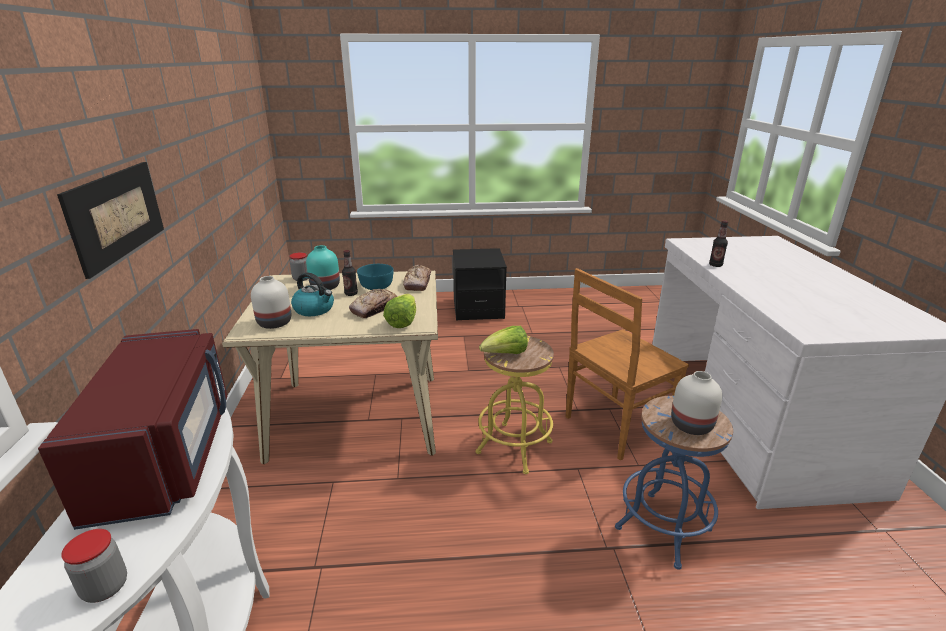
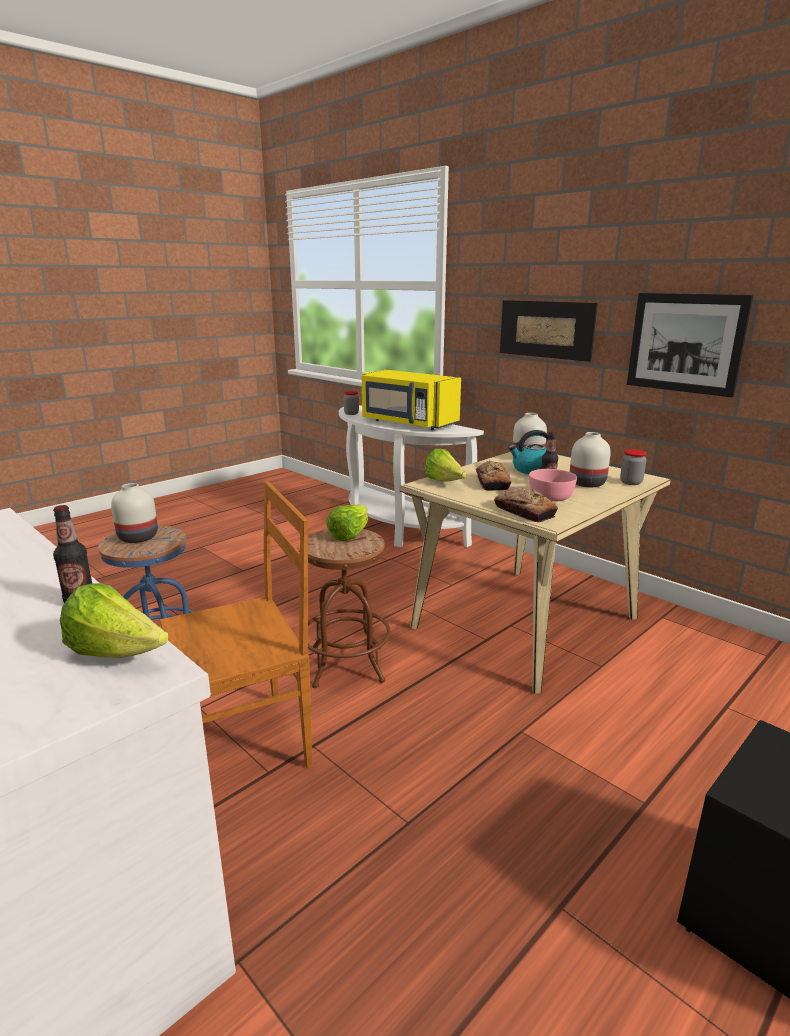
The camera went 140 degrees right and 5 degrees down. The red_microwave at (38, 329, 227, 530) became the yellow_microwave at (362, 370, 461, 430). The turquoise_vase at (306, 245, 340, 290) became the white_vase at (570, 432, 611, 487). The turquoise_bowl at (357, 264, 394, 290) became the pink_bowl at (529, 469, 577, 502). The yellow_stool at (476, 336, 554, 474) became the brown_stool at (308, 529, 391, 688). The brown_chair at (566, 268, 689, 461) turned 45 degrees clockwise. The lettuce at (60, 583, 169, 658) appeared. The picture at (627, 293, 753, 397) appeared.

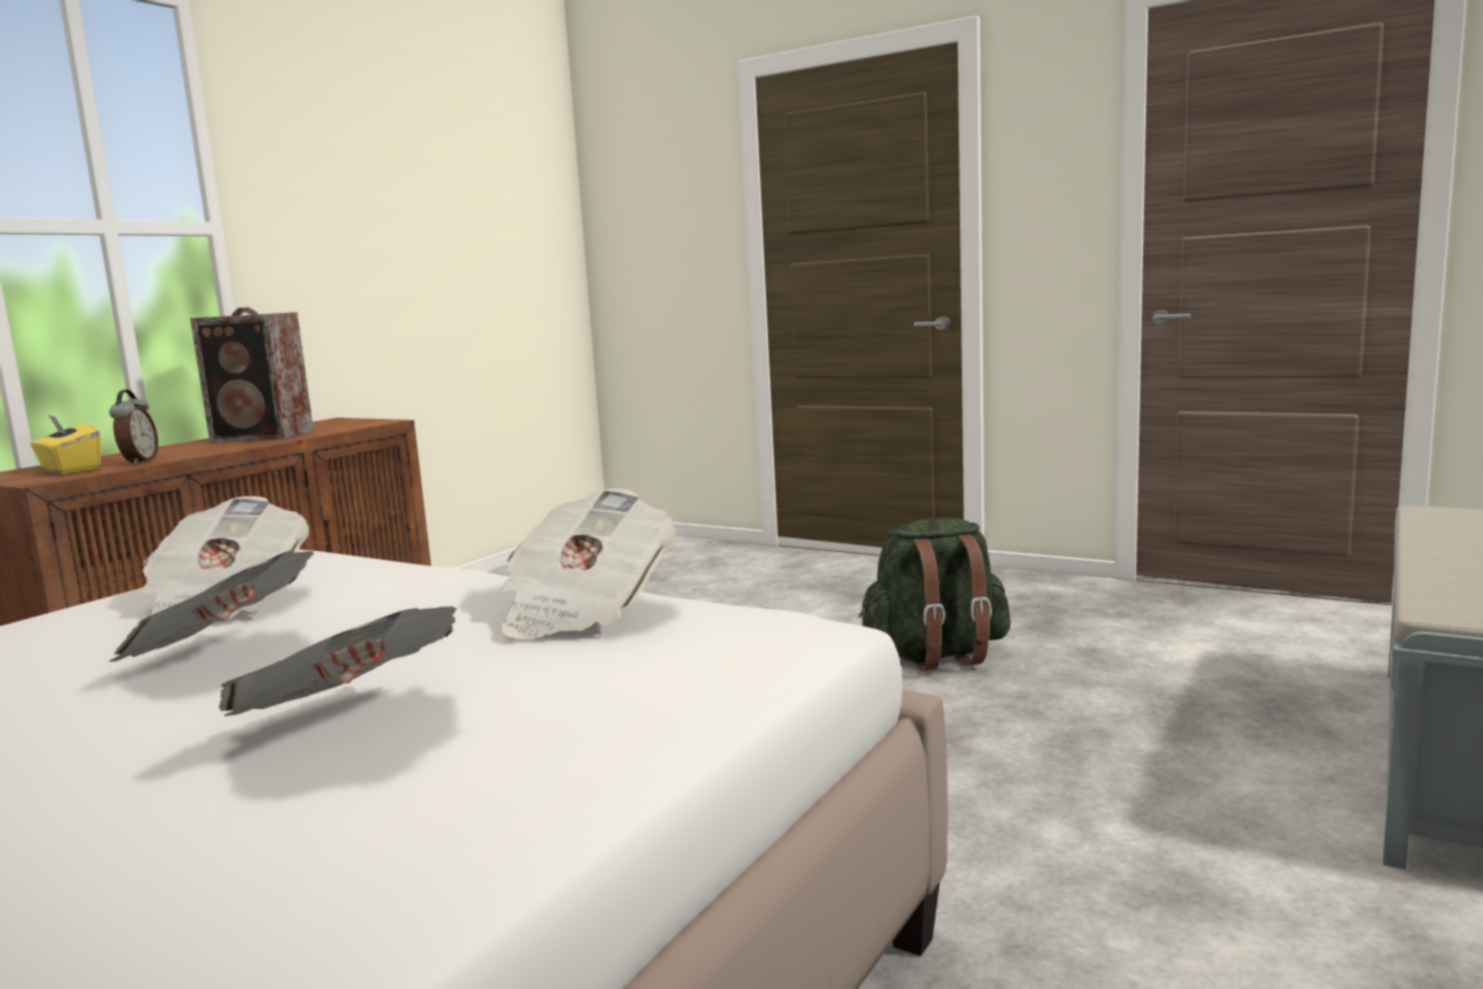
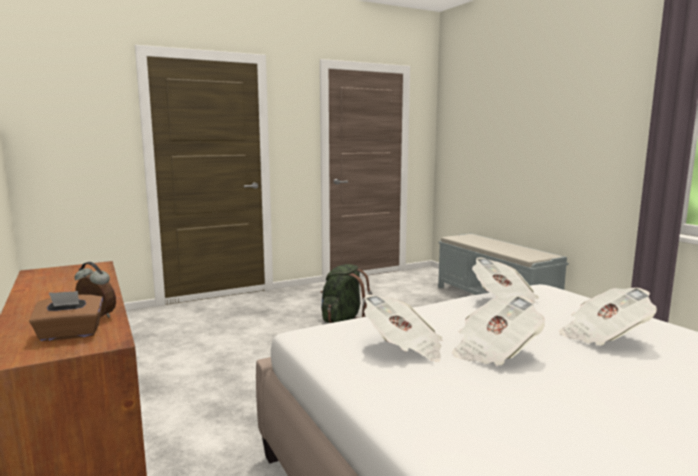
The camera went 60 degrees left and 0 degrees up. The yellow_tissue_box at (30, 416, 101, 474) became the brown_tissue_box at (29, 291, 103, 341). The speaker at (190, 307, 314, 443) disappeared.

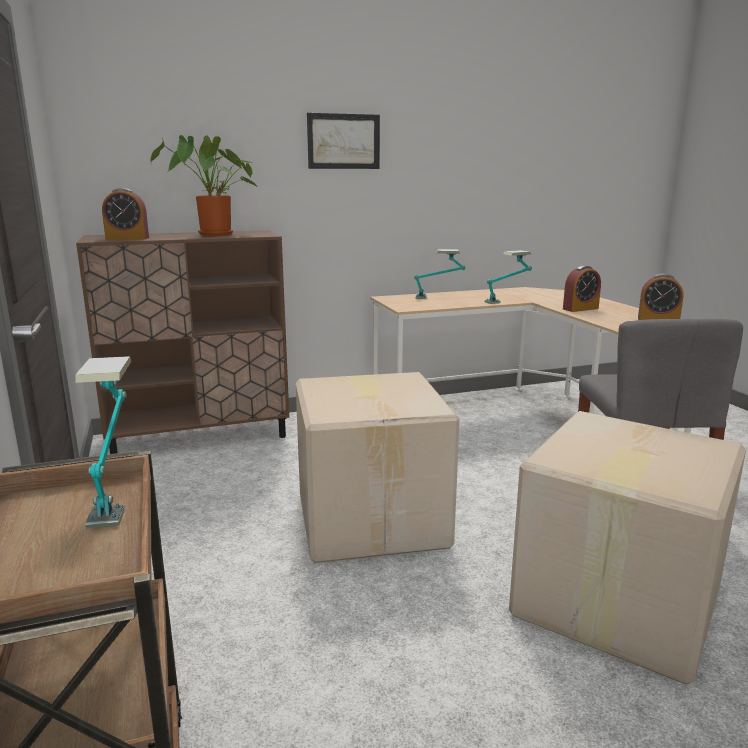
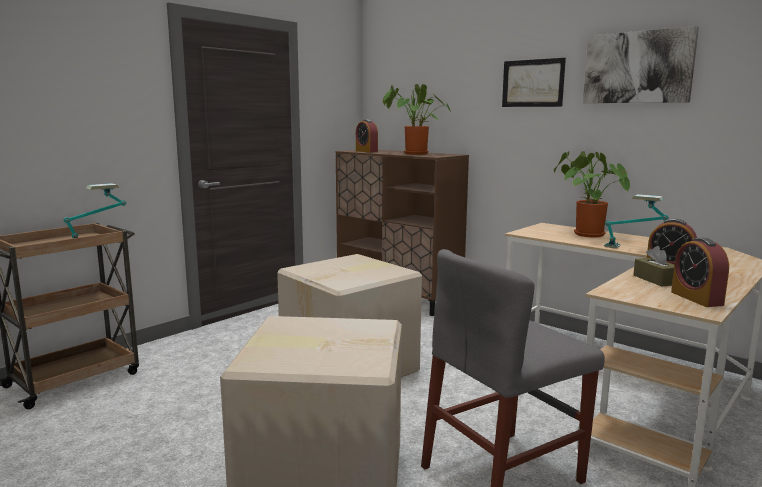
The camera went 60 degrees right and 5 degrees down. The table_lamp at (414, 249, 466, 299) was replaced by the potted_plant at (554, 151, 630, 237). The picture at (583, 26, 699, 103) appeared. The brown_tissue_box at (633, 246, 674, 286) appeared.

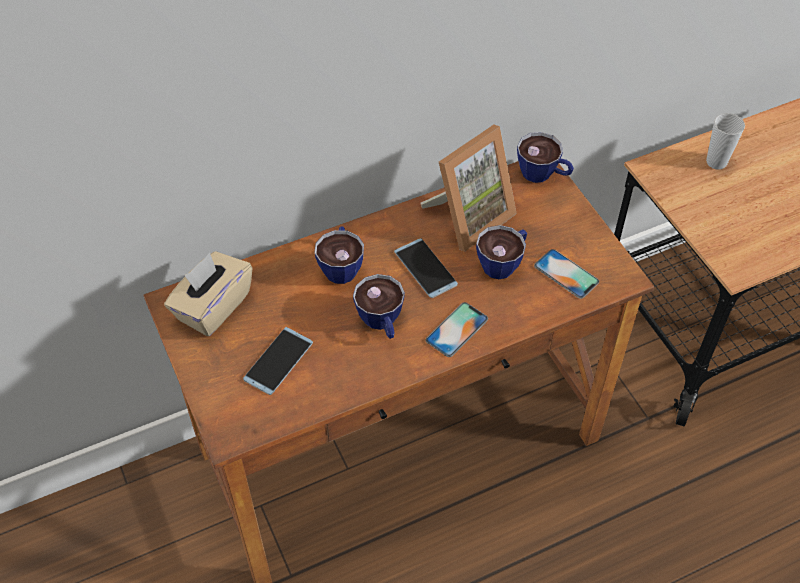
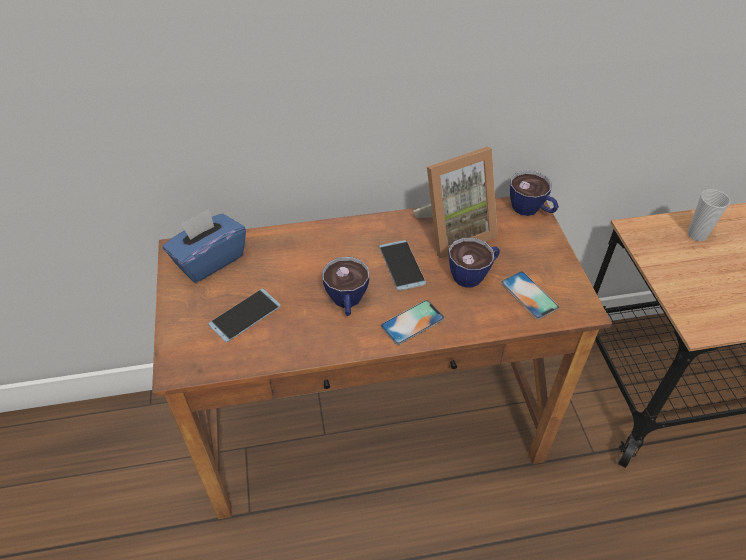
The camera went 15 degrees right and 5 degrees down. The beige_tissue_box at (164, 251, 252, 336) became the blue_tissue_box at (163, 209, 246, 283). The cup at (315, 226, 364, 284) disappeared.

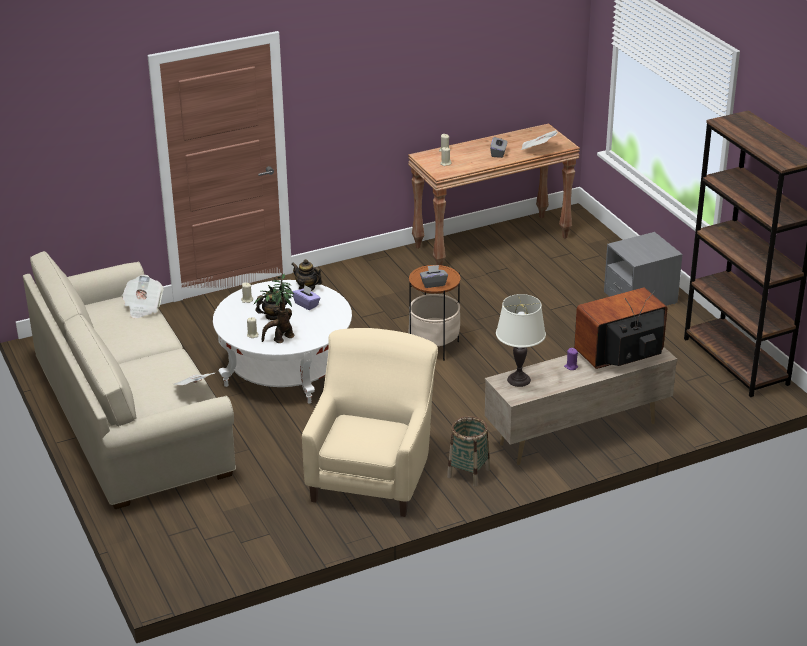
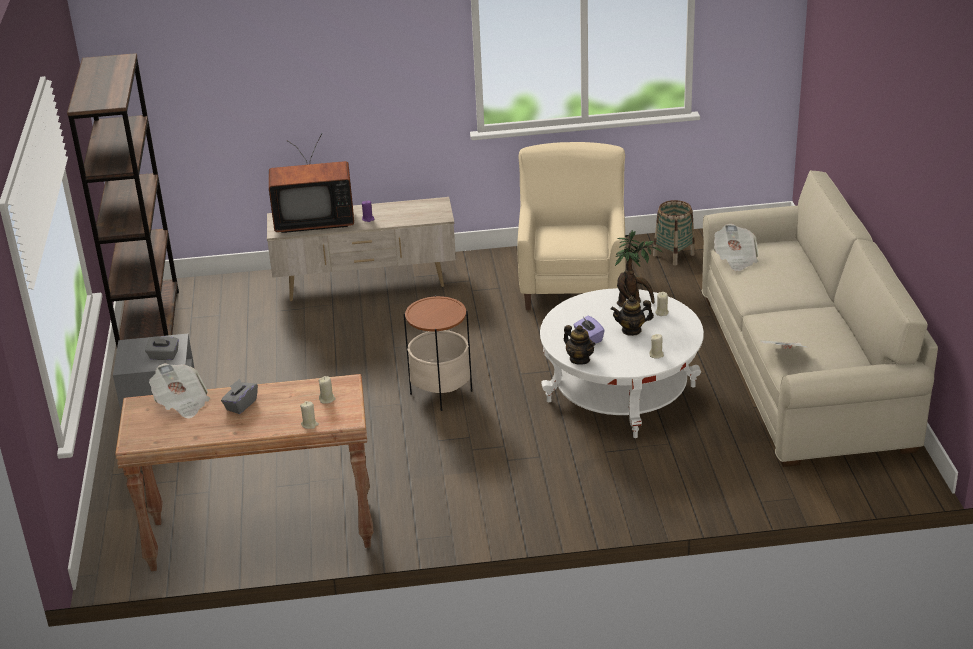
The camera went 160 degrees left and 0 degrees up. The beige_armchair at (302, 328, 438, 517) turned 150 degrees clockwise. The grey_tissue_box moved from (420, 265, 448, 288) to (145, 336, 179, 360). The basket moved from (447, 416, 490, 487) to (653, 200, 695, 266). The white_table_lamp at (496, 294, 546, 387) disappeared.

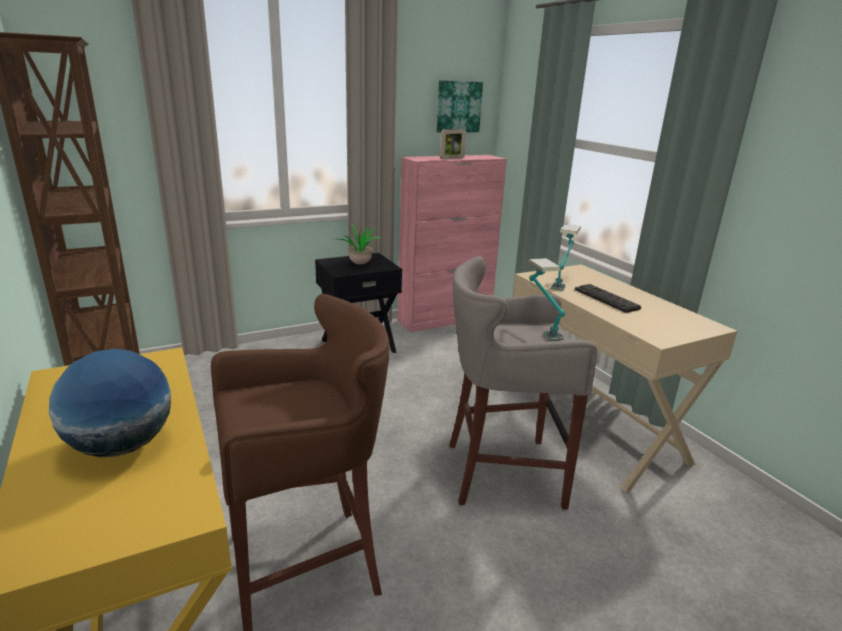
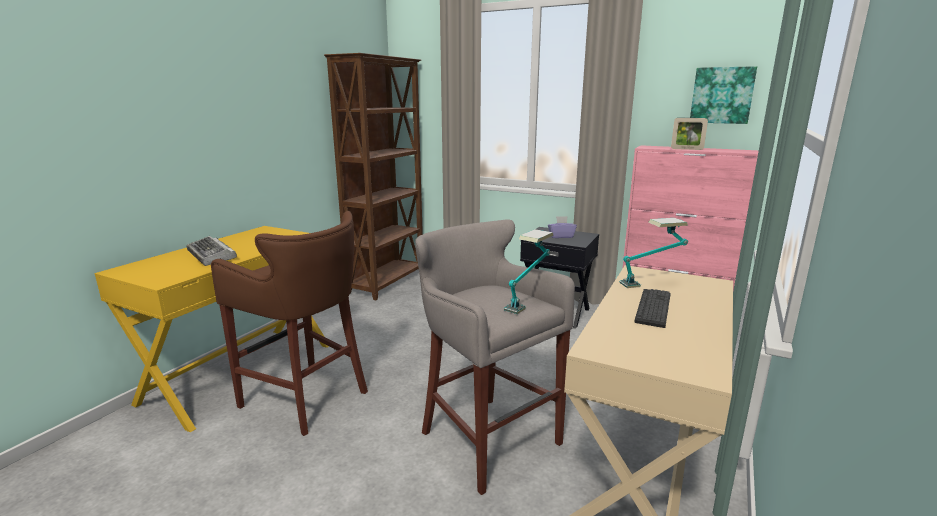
The camera went 55 degrees right and 5 degrees down. The globe at (49, 349, 171, 458) was replaced by the keyboard at (186, 236, 237, 266). The potted_plant at (338, 224, 382, 264) was replaced by the purple_tissue_box at (548, 216, 577, 238).

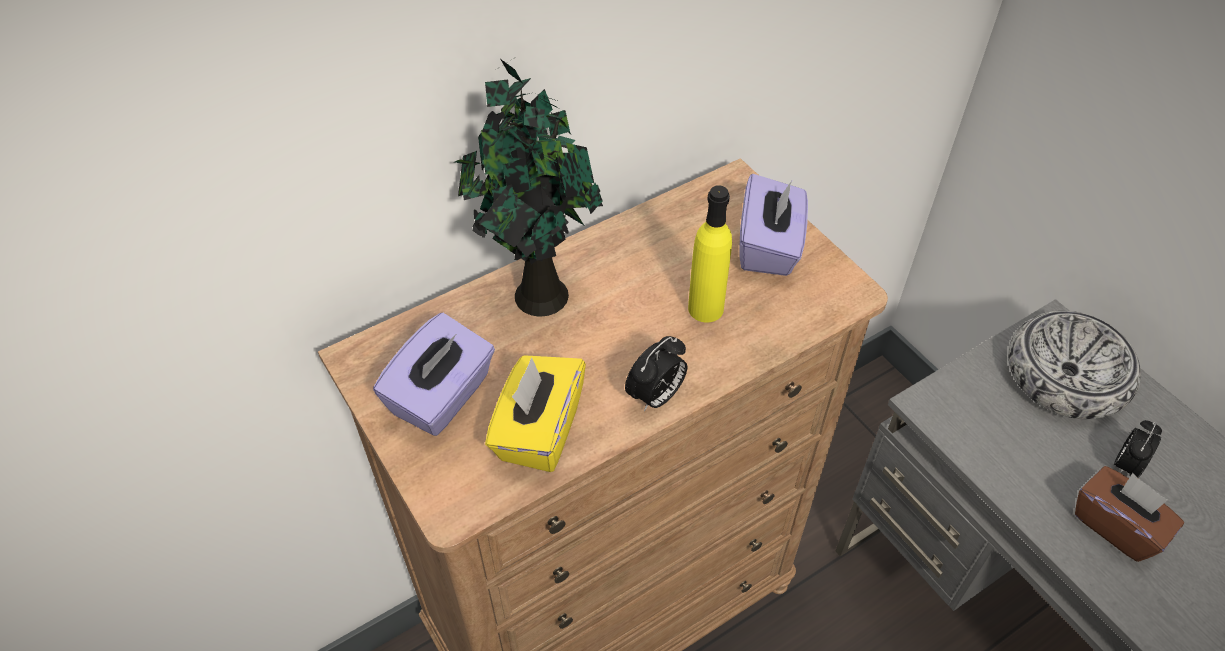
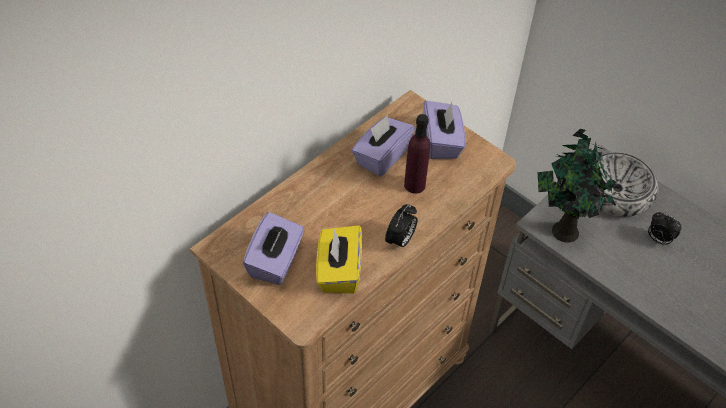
The camera went 15 degrees left and 0 degrees up. The potted_plant moved from (455, 59, 603, 317) to (538, 129, 616, 243). The yellow_bottle at (688, 185, 732, 322) became the purple_bottle at (404, 114, 430, 194). The brown_tissue_box at (1075, 466, 1184, 562) disappeared. The alarm_clock at (1114, 420, 1162, 478) turned 75 degrees counterclockwise. The purple_tissue_box at (352, 115, 415, 177) appeared.

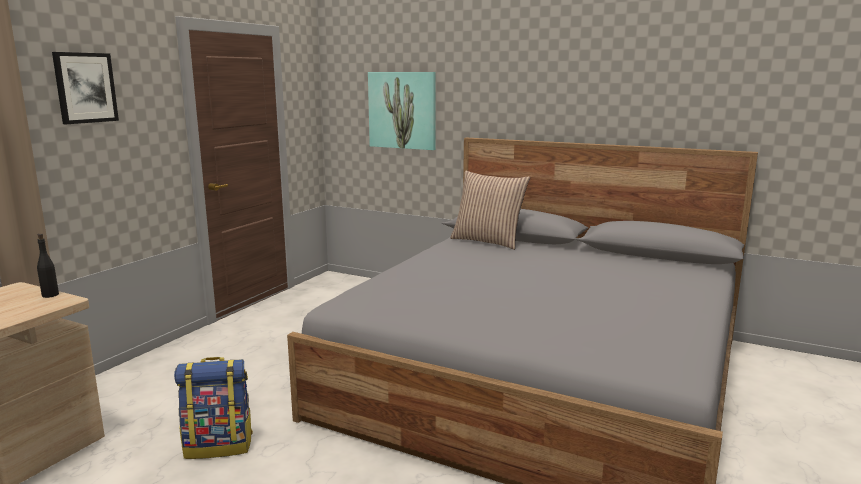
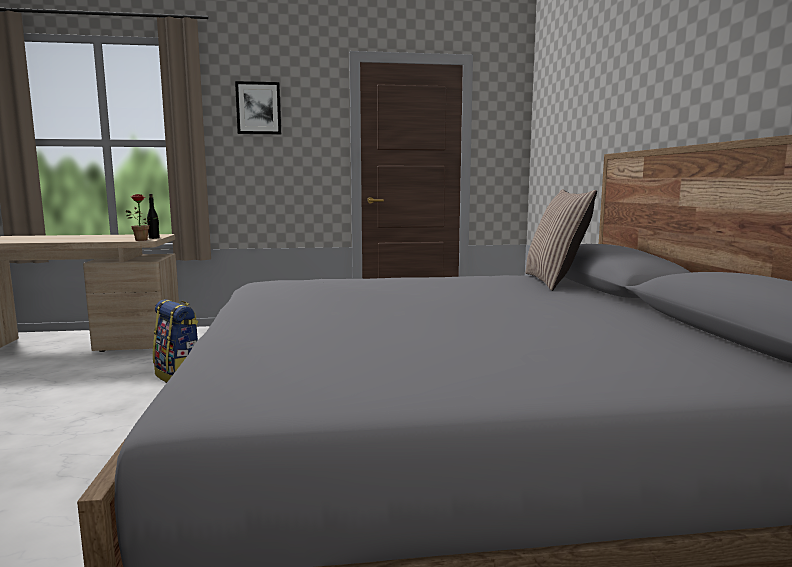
The camera went 55 degrees right and 5 degrees down. The picture at (368, 72, 436, 150) disappeared. The potted_plant at (126, 194, 158, 241) appeared.

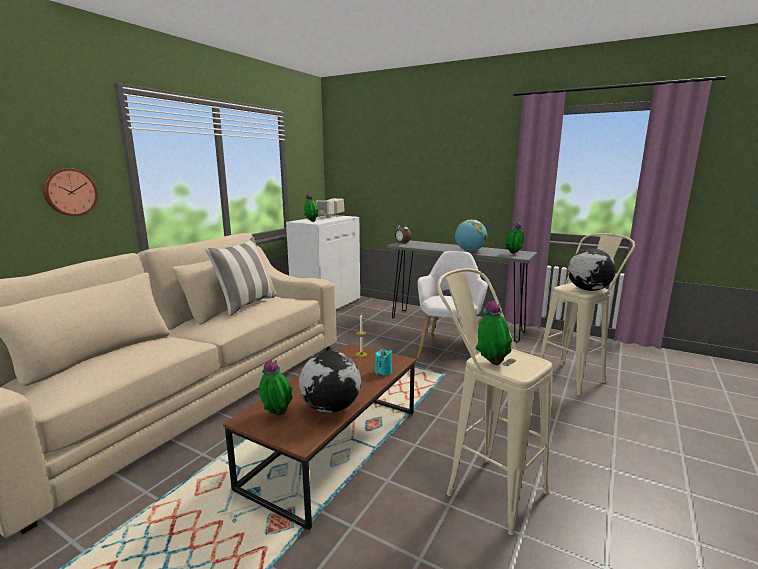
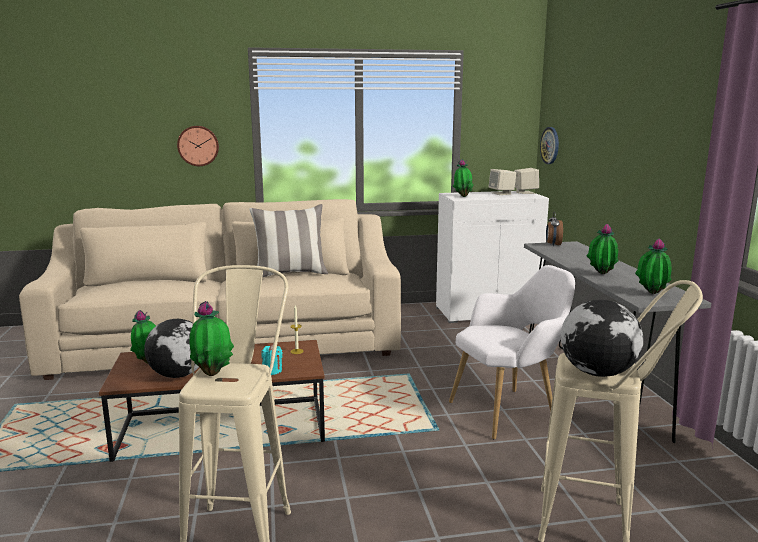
The camera went 50 degrees right and 0 degrees up. The globe at (455, 220, 487, 252) was replaced by the potted_plant at (587, 224, 618, 274). The wall_clock at (540, 127, 559, 164) appeared.

